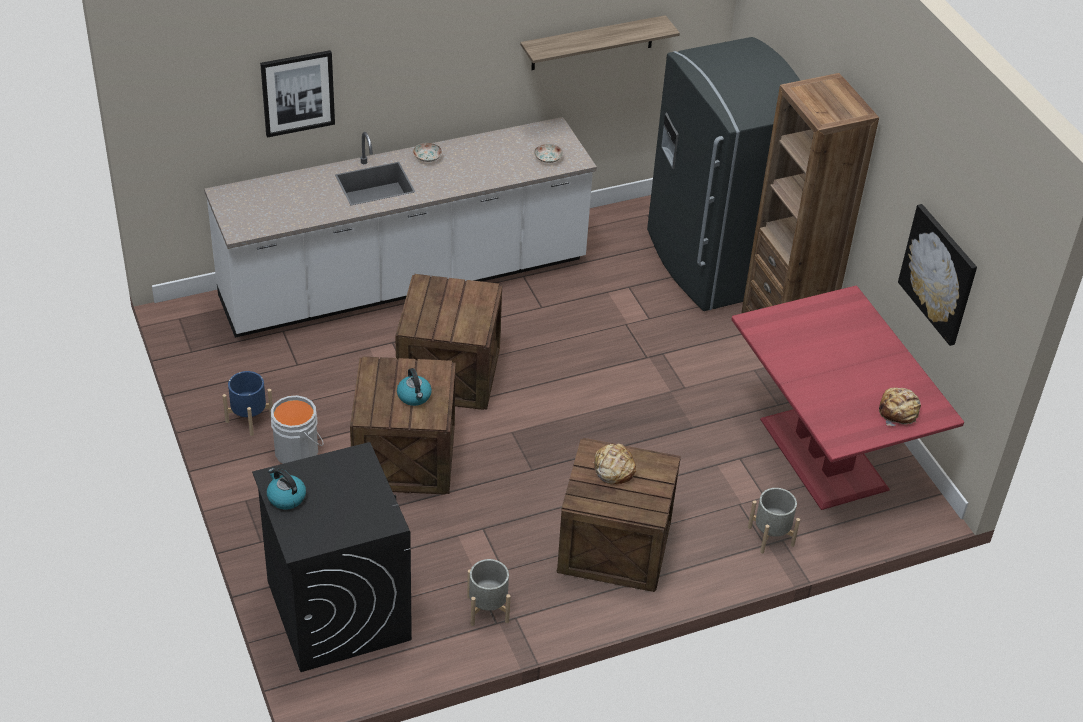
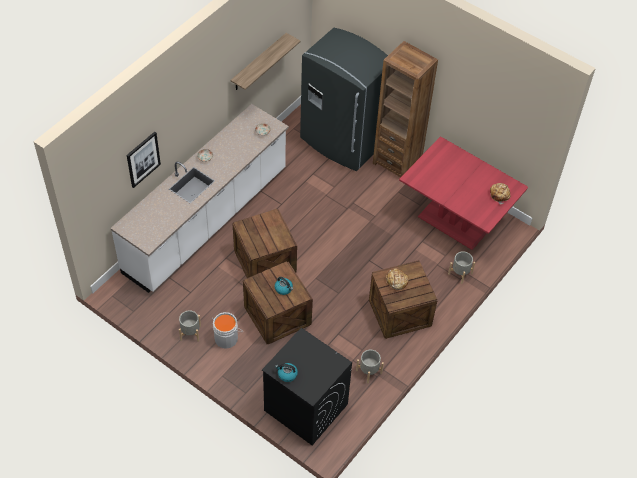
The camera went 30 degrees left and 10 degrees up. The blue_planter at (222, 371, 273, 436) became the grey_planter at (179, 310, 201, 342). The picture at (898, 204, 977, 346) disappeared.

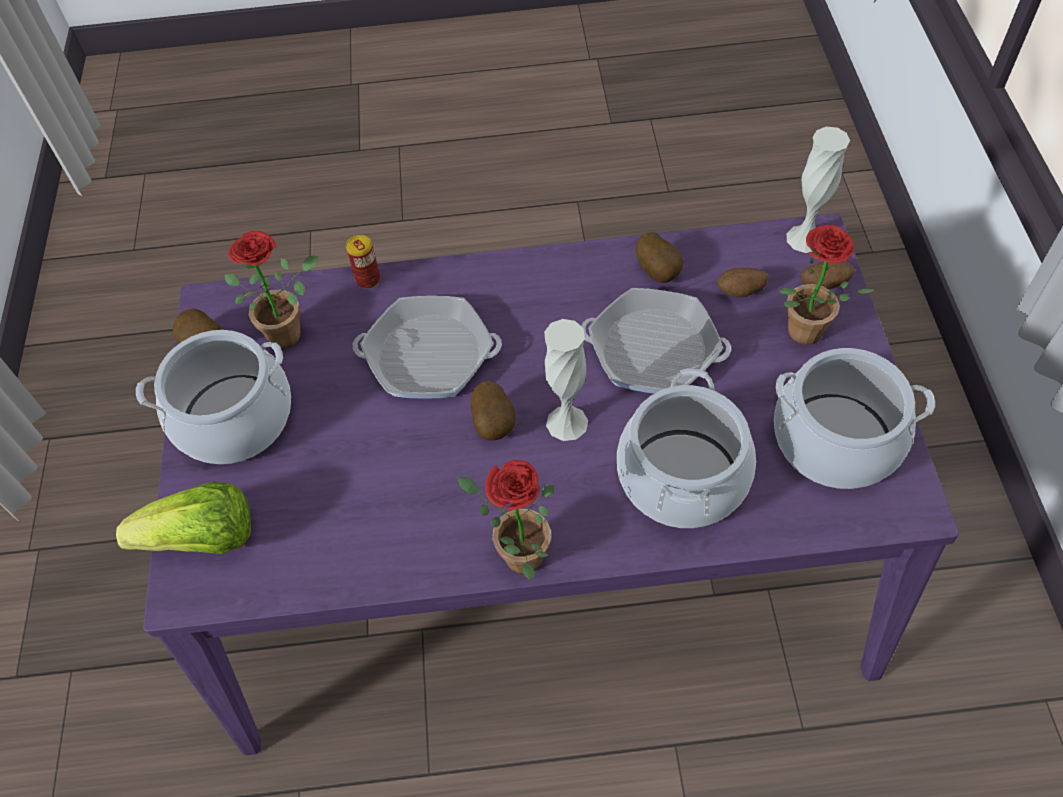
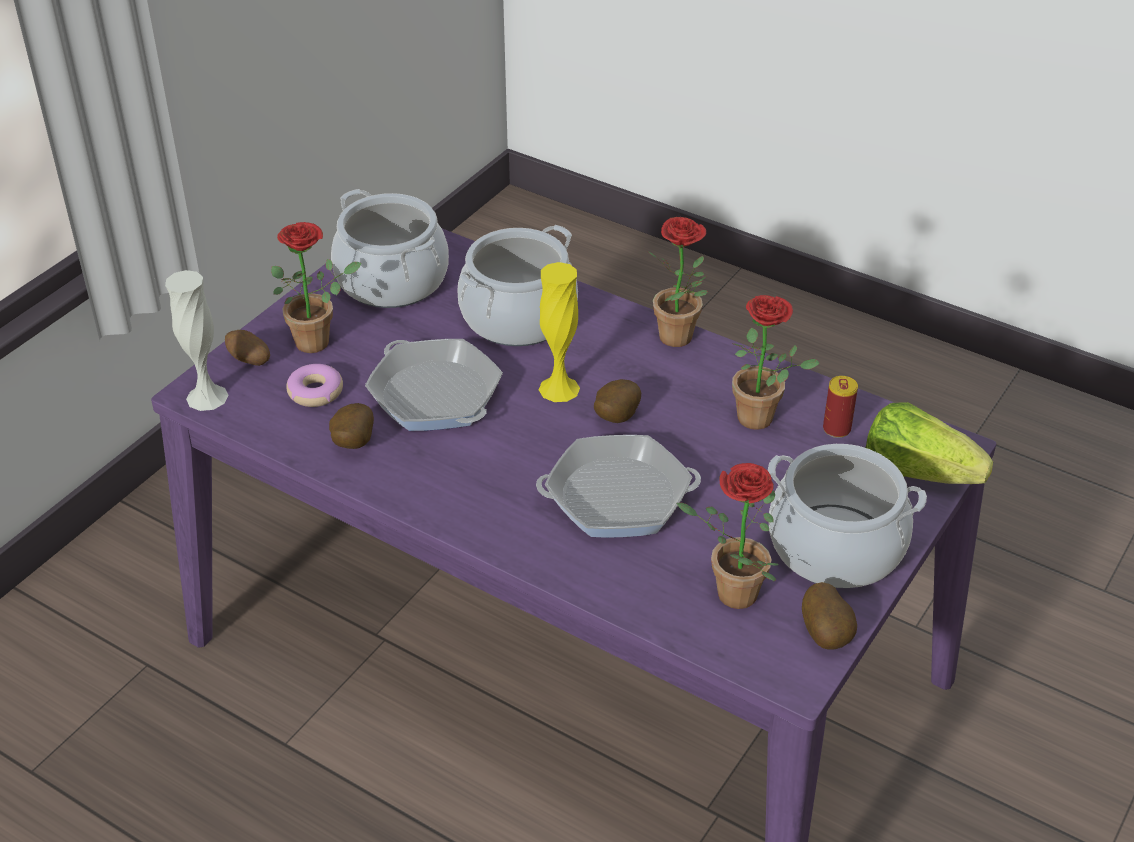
The camera went 145 degrees left and 15 degrees down. The can moved from (346, 235, 380, 289) to (823, 376, 858, 438). The frying_pan at (353, 296, 502, 399) turned 135 degrees clockwise. The white_vase at (544, 319, 588, 441) became the yellow_vase at (539, 262, 580, 402). The potato at (717, 268, 769, 297) was replaced by the donut at (286, 364, 343, 407). The potted_plant at (732, 295, 820, 430) appeared.

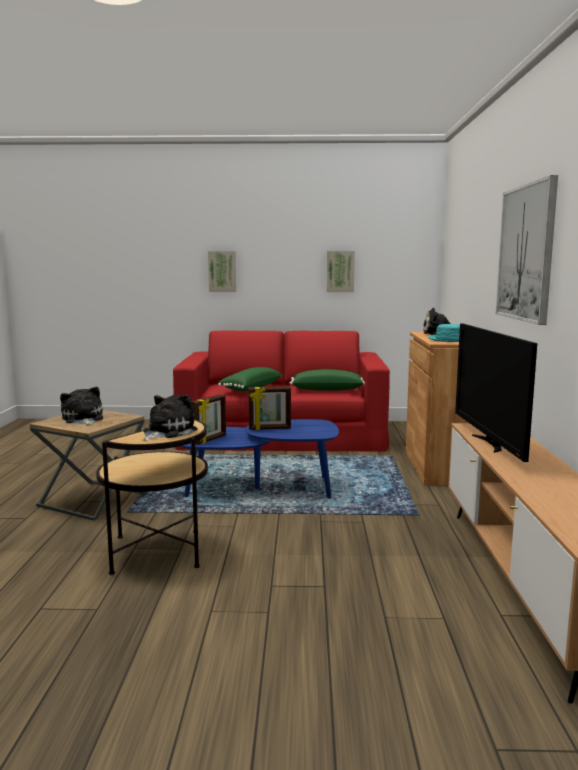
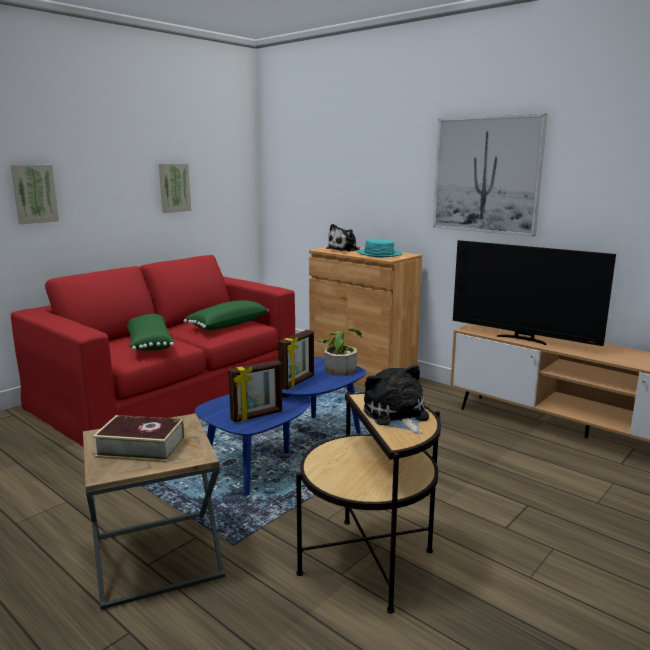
The camera went 50 degrees left and 5 degrees up. The plush_toy at (60, 387, 103, 426) was replaced by the book at (93, 415, 185, 463). The picture_frame at (191, 394, 226, 445) turned 75 degrees clockwise. The potted_plant at (317, 328, 362, 376) appeared.

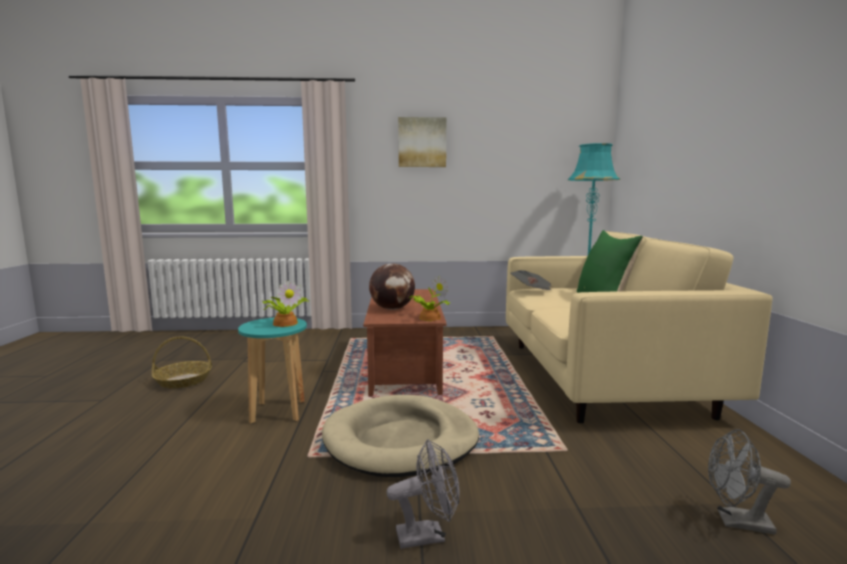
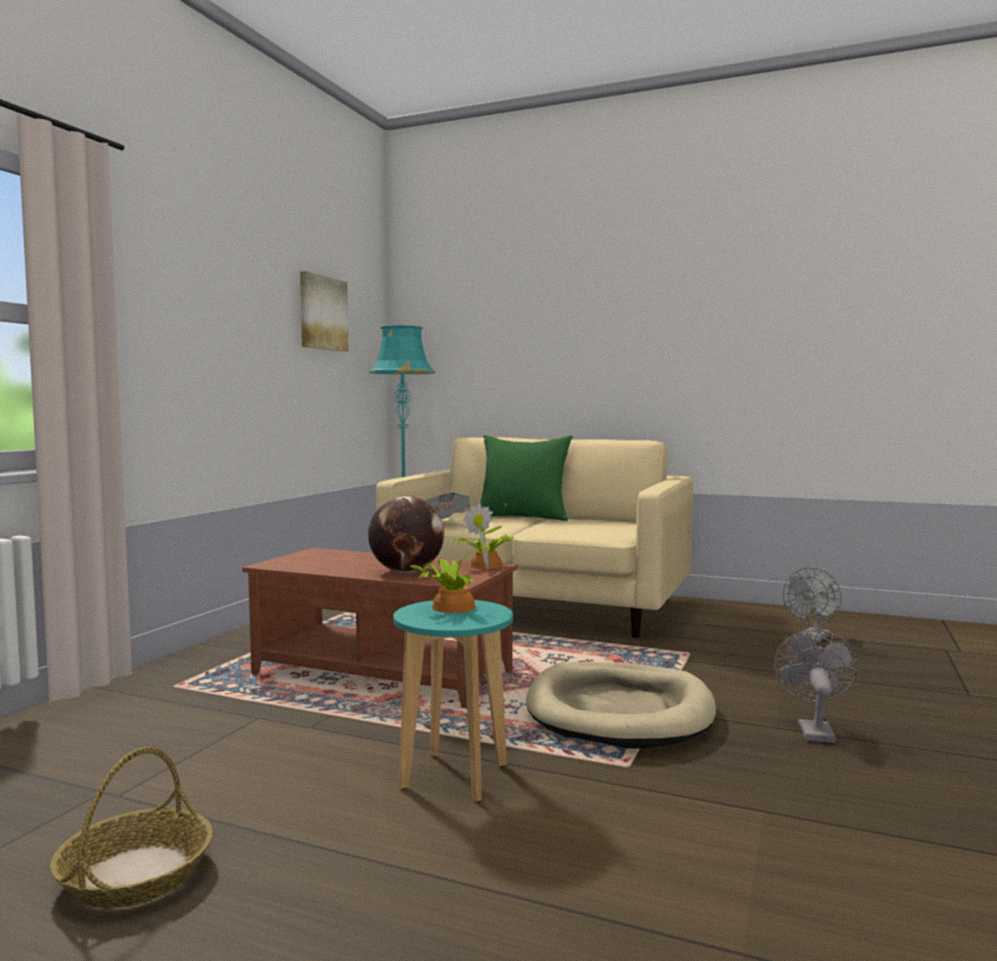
The camera went 65 degrees left and 5 degrees down. The picture moved from (398, 117, 446, 167) to (300, 271, 348, 352).

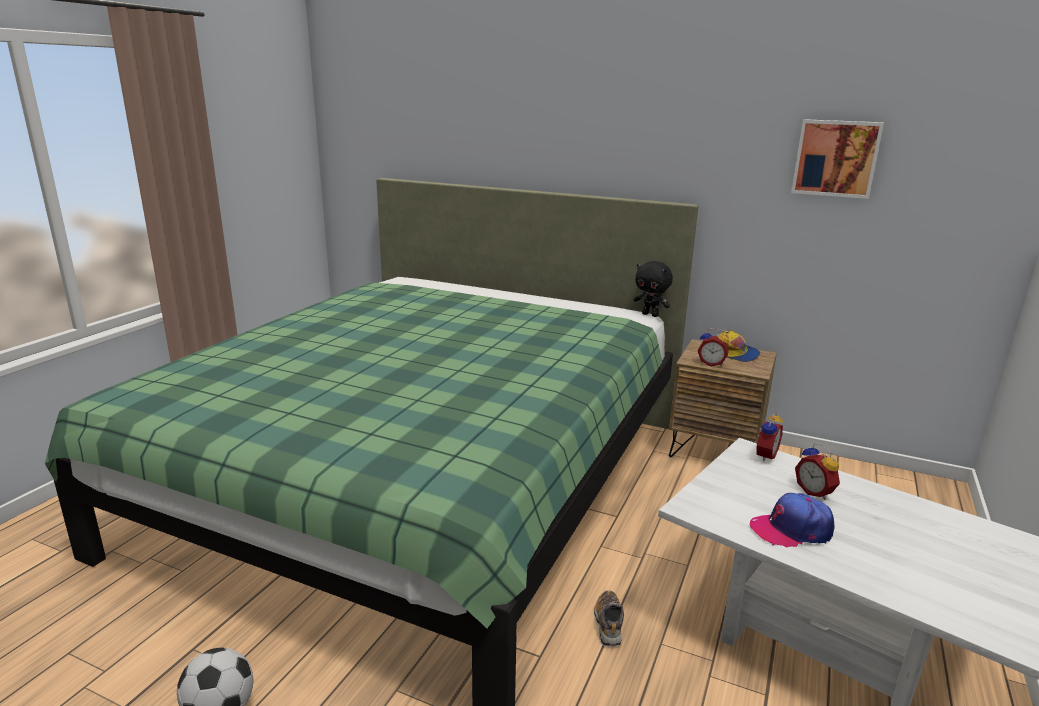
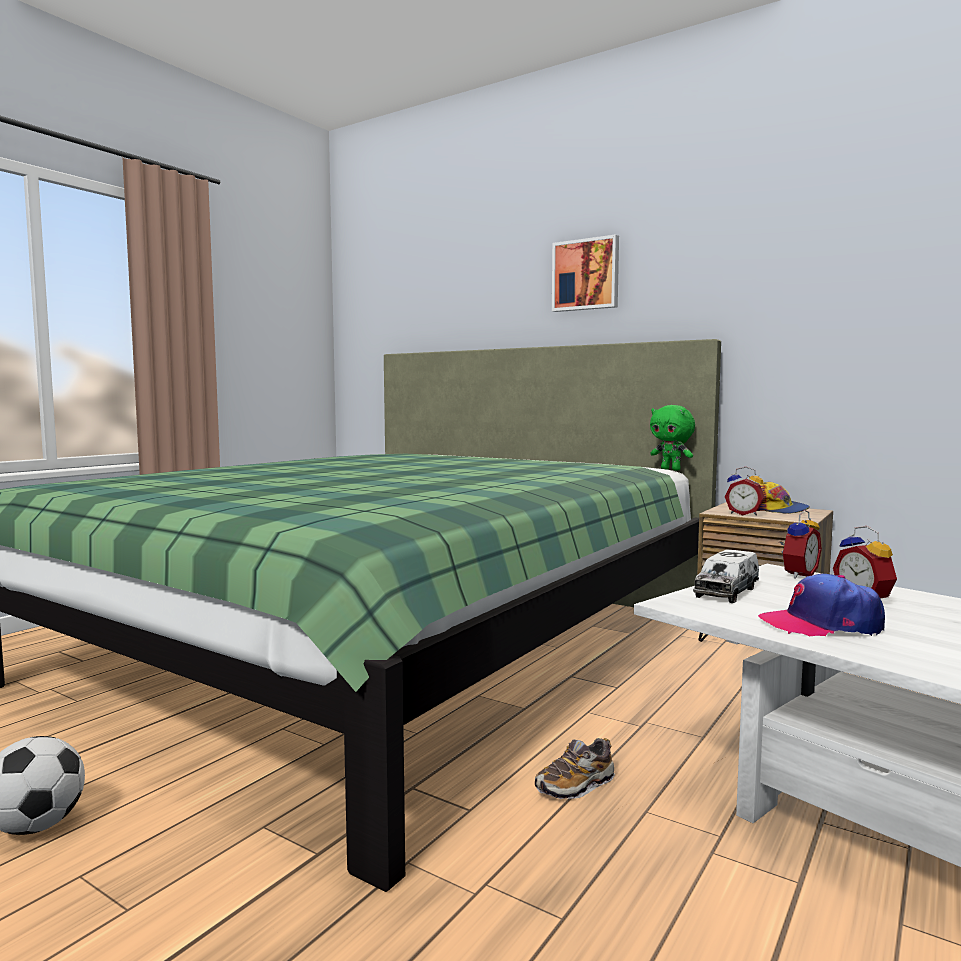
The camera went 10 degrees right and 15 degrees down. The shoe at (594, 590, 624, 647) turned 135 degrees counterclockwise. The black_plush_toy at (633, 261, 673, 317) became the green_plush_toy at (650, 405, 695, 471). The picture moved from (791, 119, 884, 199) to (552, 234, 619, 312). The toy_truck at (693, 549, 759, 603) appeared.

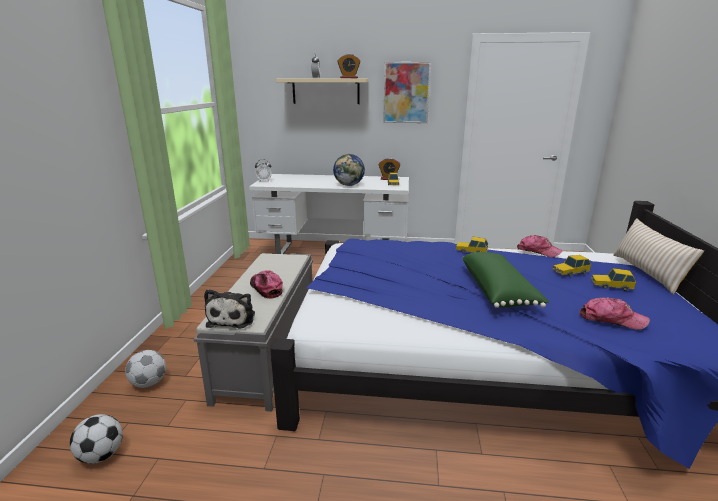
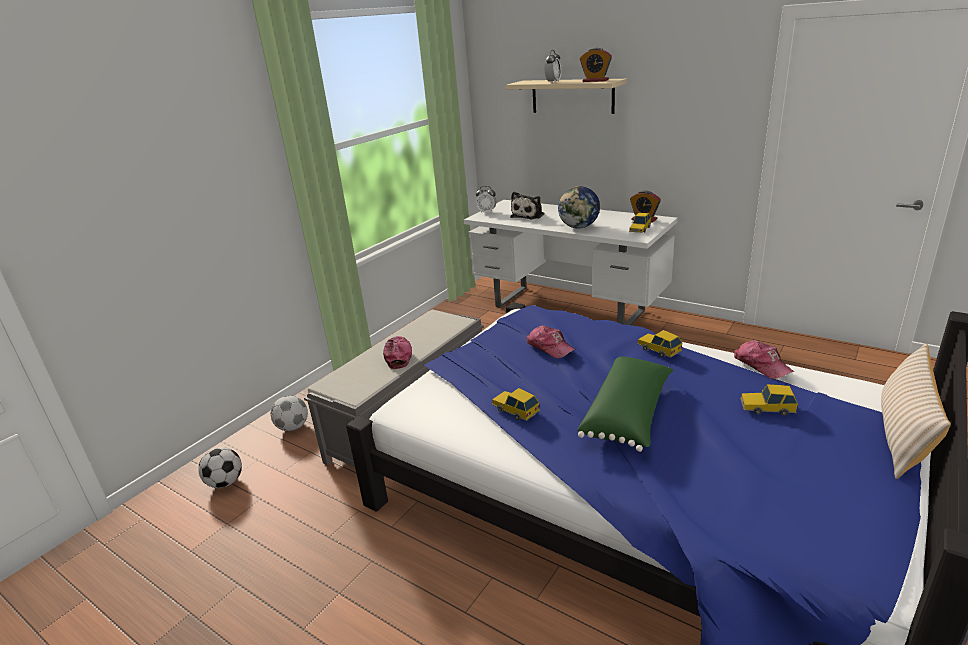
The camera went 30 degrees right and 5 degrees up. The plush_toy moved from (204, 289, 255, 329) to (510, 192, 544, 219). The picture at (383, 61, 431, 123) disappeared. The cap moved from (579, 297, 650, 330) to (527, 325, 576, 359). The toy_car moved from (591, 268, 636, 291) to (492, 388, 540, 421).

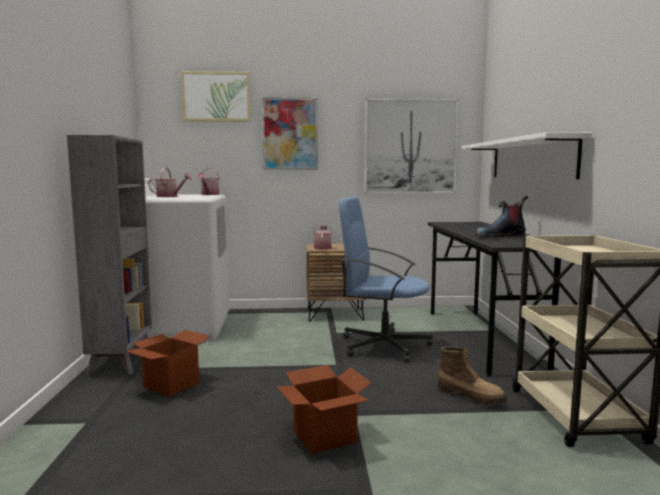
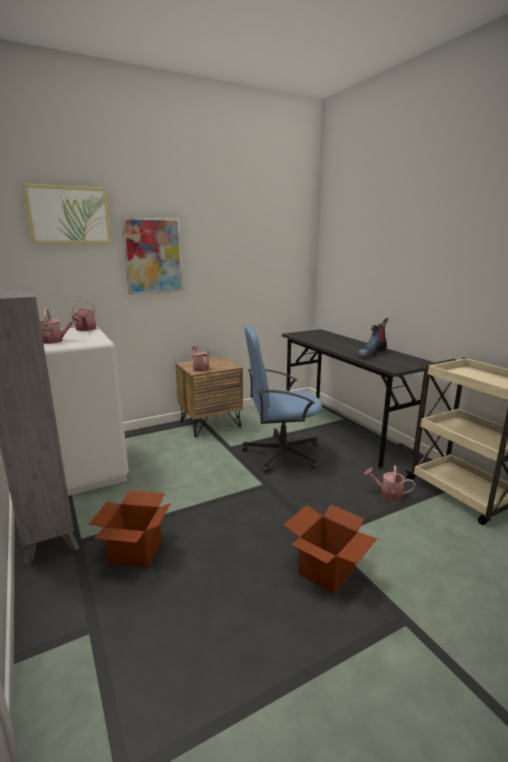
The camera went 25 degrees left and 10 degrees up. The picture at (364, 98, 459, 194) disappeared. The boot at (438, 347, 507, 405) was replaced by the watering_can at (364, 465, 416, 500). The white_shelf at (462, 132, 592, 179) disappeared.

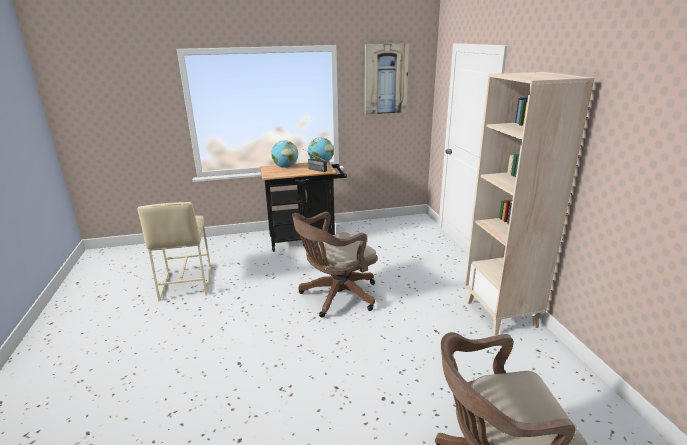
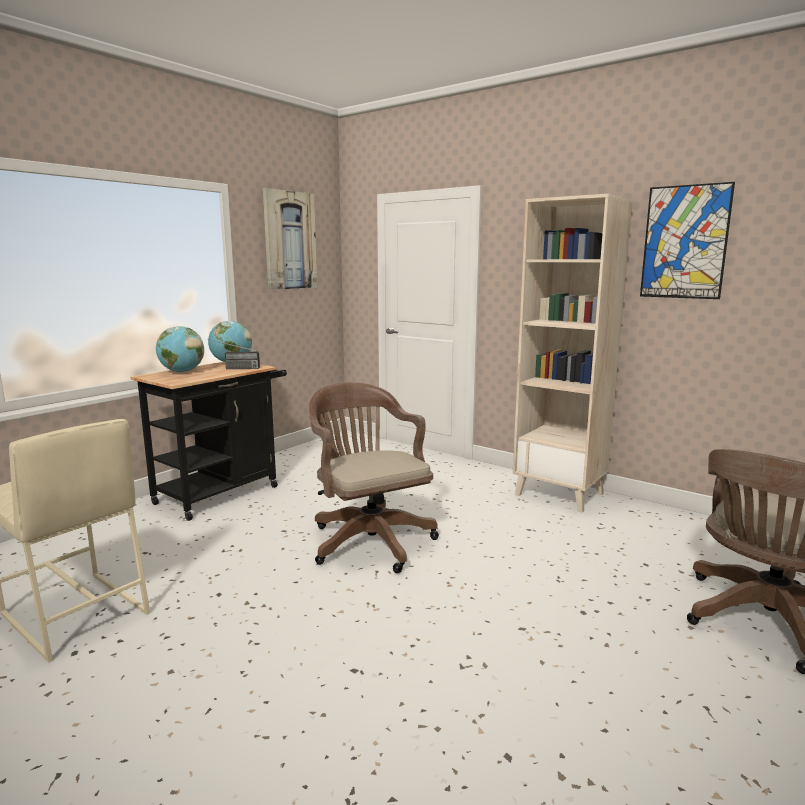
The camera went 40 degrees left and 10 degrees down. The brown_office_chair at (292, 212, 378, 318) turned 135 degrees clockwise. The picture at (640, 182, 735, 299) appeared.

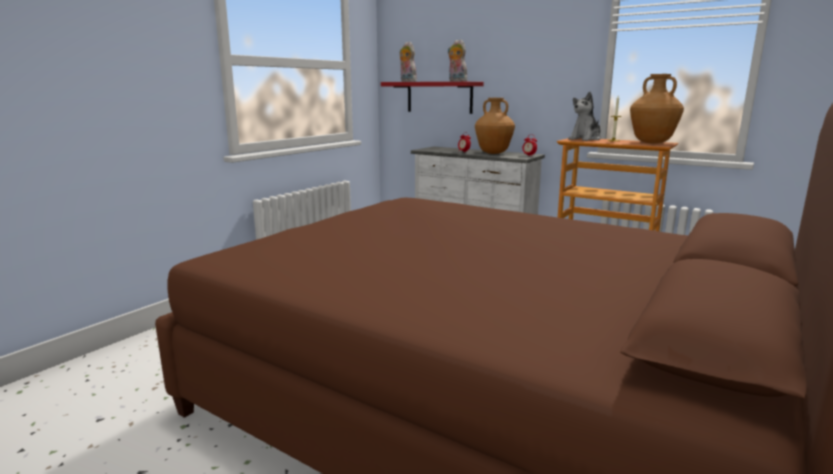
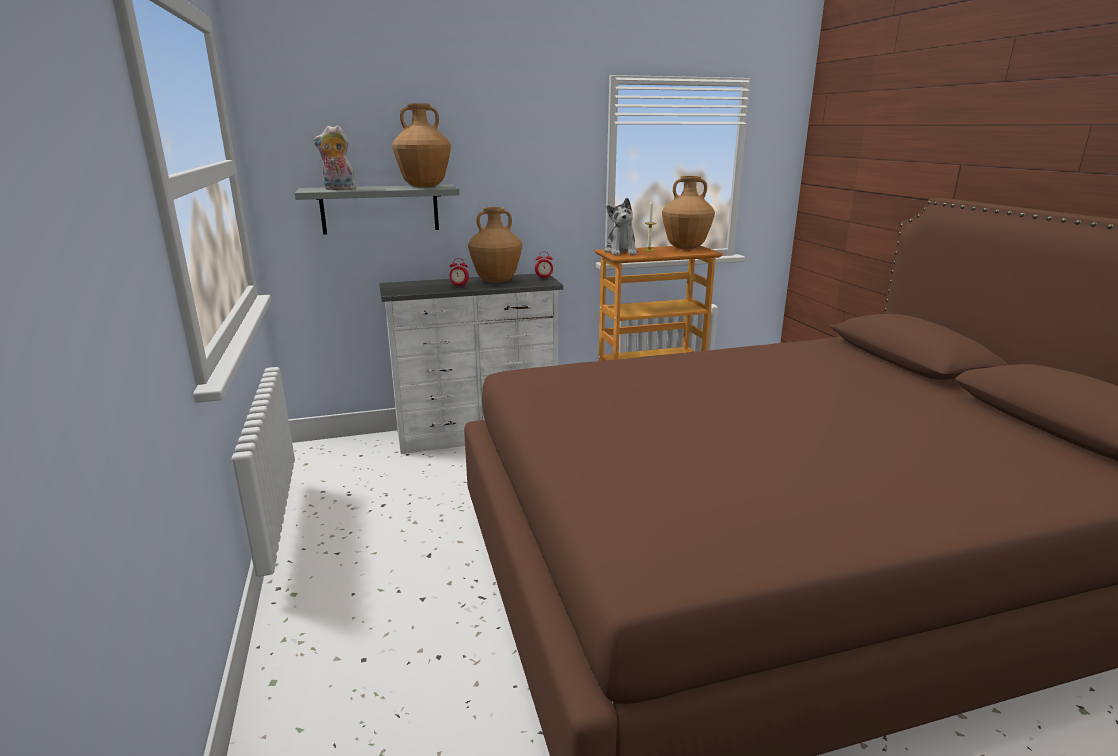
The camera went 50 degrees left and 5 degrees up. The red_shelf at (381, 82, 484, 114) became the grey_shelf at (295, 185, 460, 235). The plush_toy at (448, 39, 467, 82) was replaced by the brown_vase at (392, 103, 451, 188).

